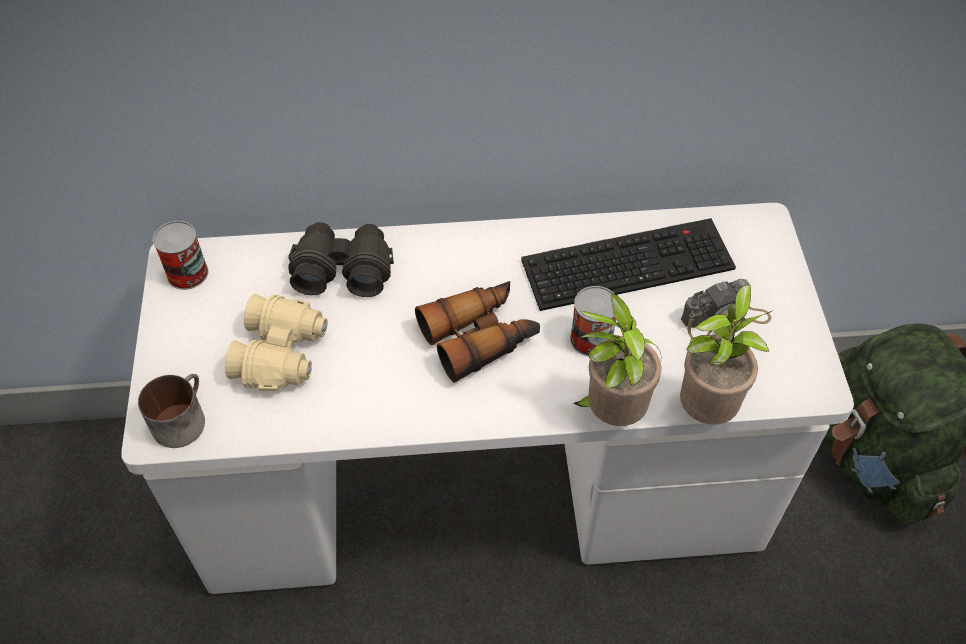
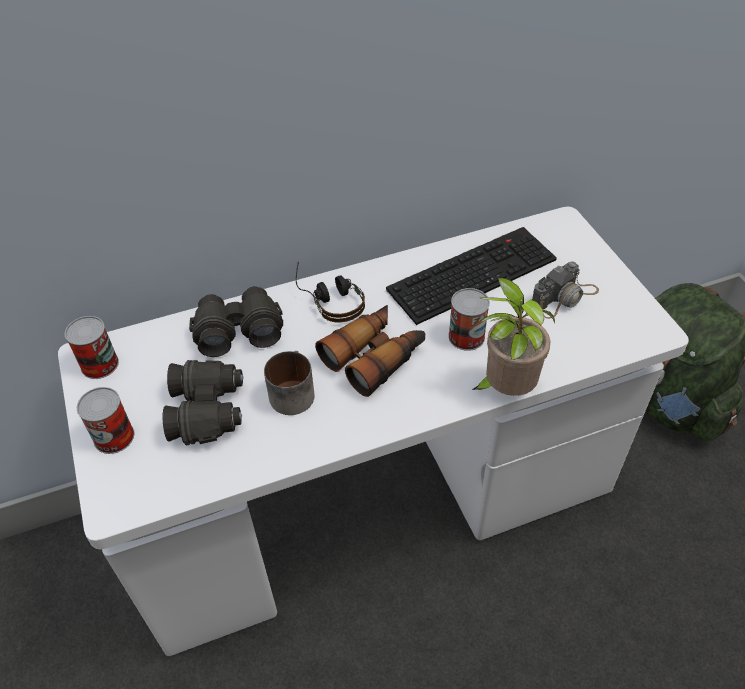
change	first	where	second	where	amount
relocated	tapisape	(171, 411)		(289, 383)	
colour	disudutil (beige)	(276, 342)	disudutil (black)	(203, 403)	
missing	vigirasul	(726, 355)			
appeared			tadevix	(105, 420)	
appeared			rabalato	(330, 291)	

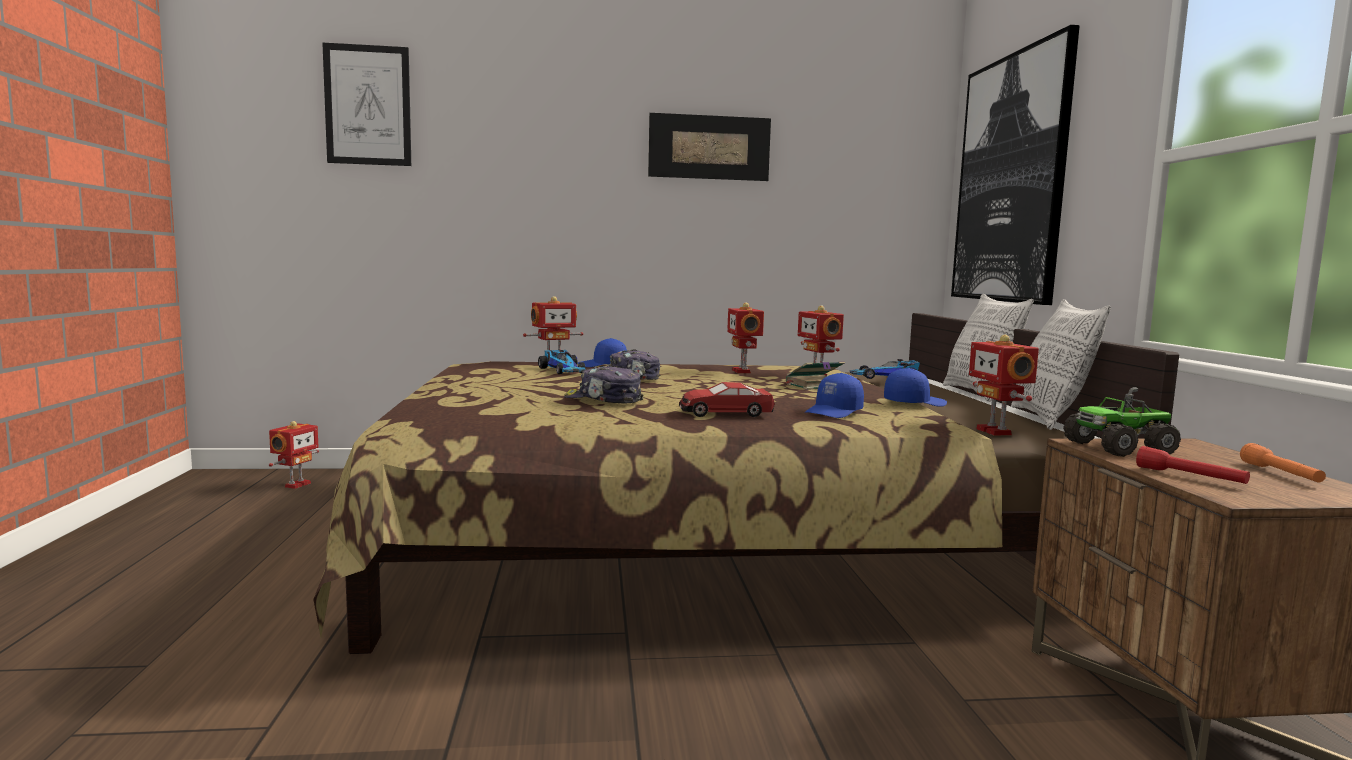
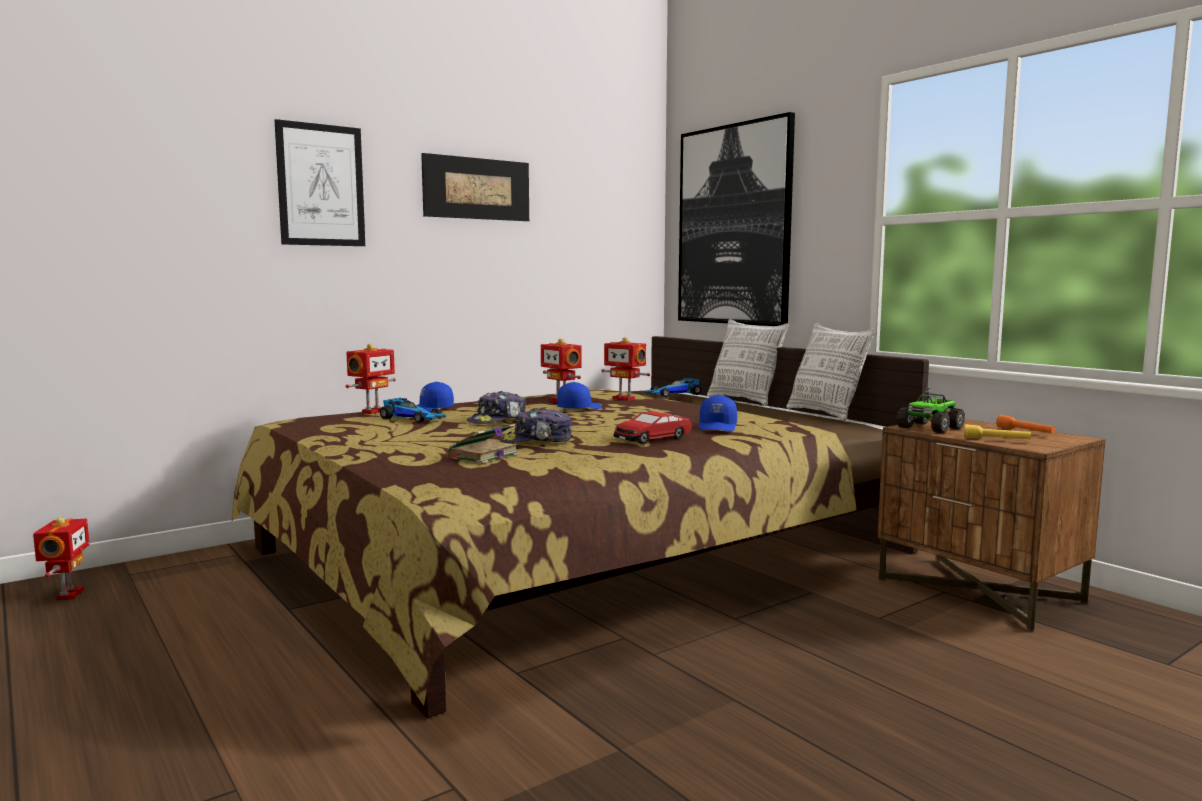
change	first	where	second	where	amount
relocated	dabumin	(366, 104)		(320, 182)	
relocated	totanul	(813, 375)		(483, 443)	
relocated	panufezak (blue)	(915, 387)		(579, 395)	
missing	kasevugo	(1004, 385)			
colour	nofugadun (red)	(1193, 465)	nofugadun (yellow)	(997, 431)	

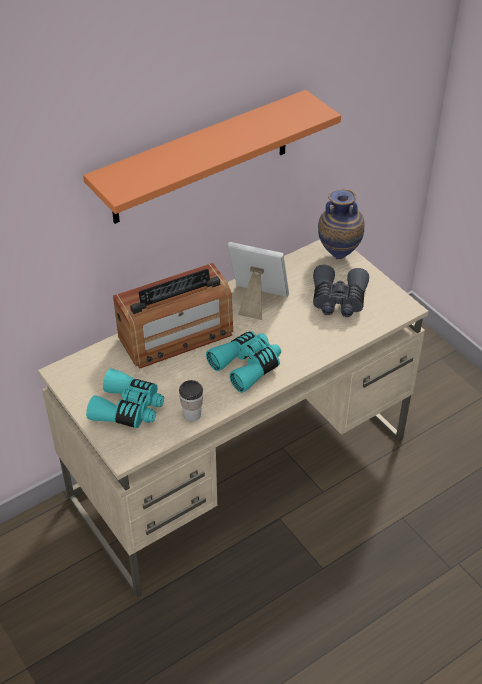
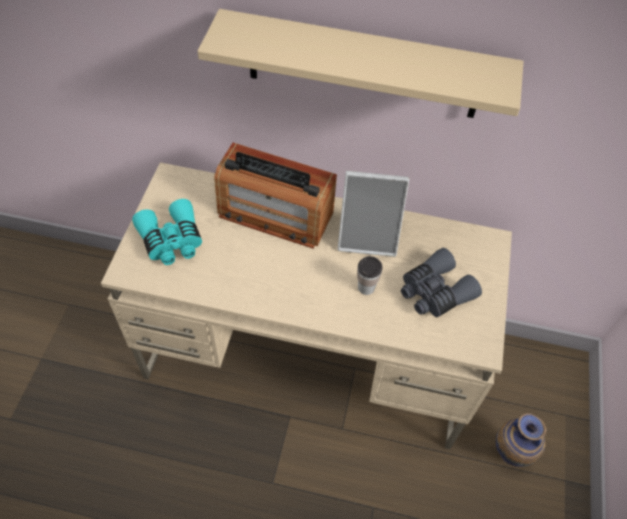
change	first	where	second	where	amount
colour	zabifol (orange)	(212, 157)	zabifol (beige)	(360, 63)	
relocated	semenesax	(191, 400)		(370, 275)	
missing	disudutil (turquoise)	(243, 362)			
spun	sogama	(258, 281)		(373, 214)	120 degrees clockwise
relocated	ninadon	(341, 224)		(521, 440)	

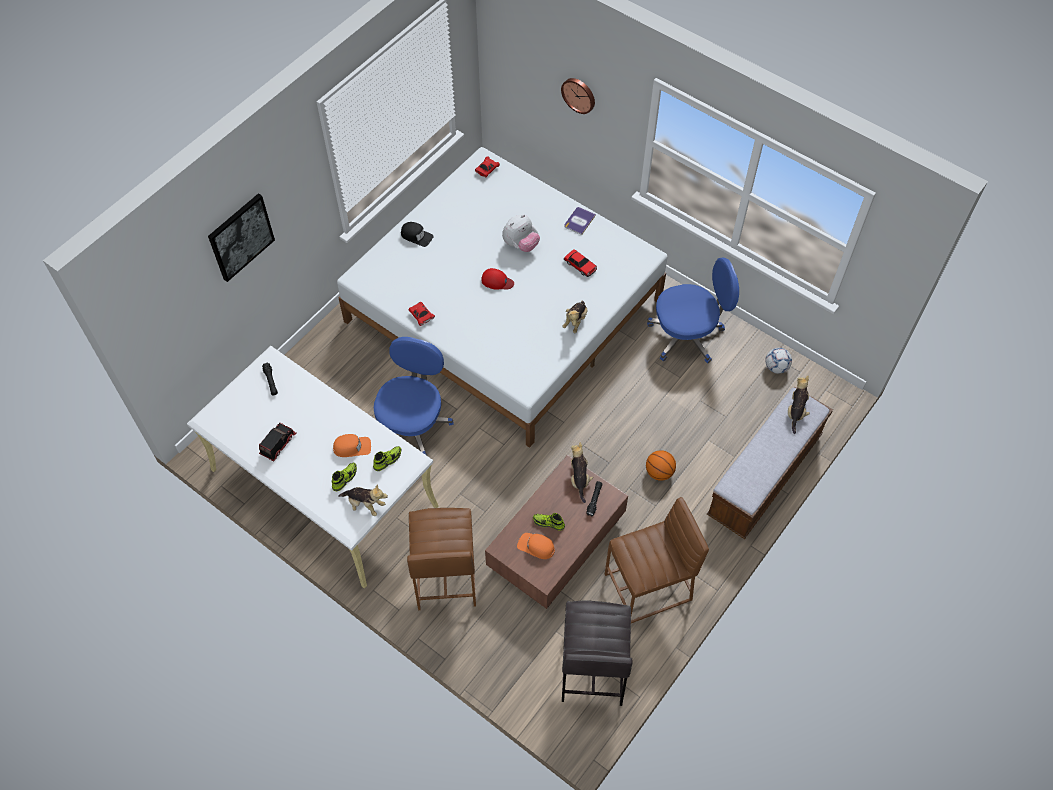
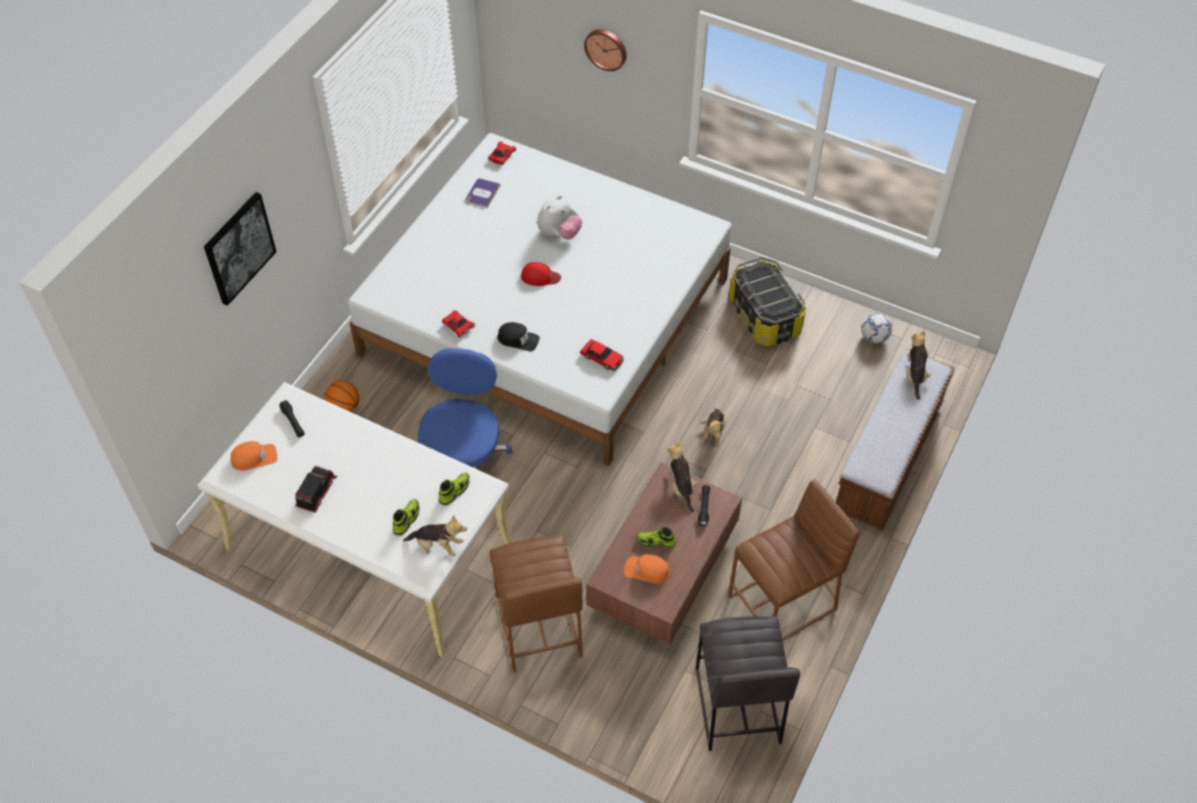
change	first	where	second	where	amount
relocated	panufezak (orange)	(352, 445)		(254, 455)	
relocated	panufezak (black)	(417, 234)		(518, 336)	
relocated	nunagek	(575, 317)		(713, 427)	
relocated	totanul	(580, 221)		(483, 193)	
relocated	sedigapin	(580, 263)		(602, 355)	
relocated	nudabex	(661, 465)		(342, 396)	
exchanged	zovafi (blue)	(693, 310)	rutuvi	(767, 301)	

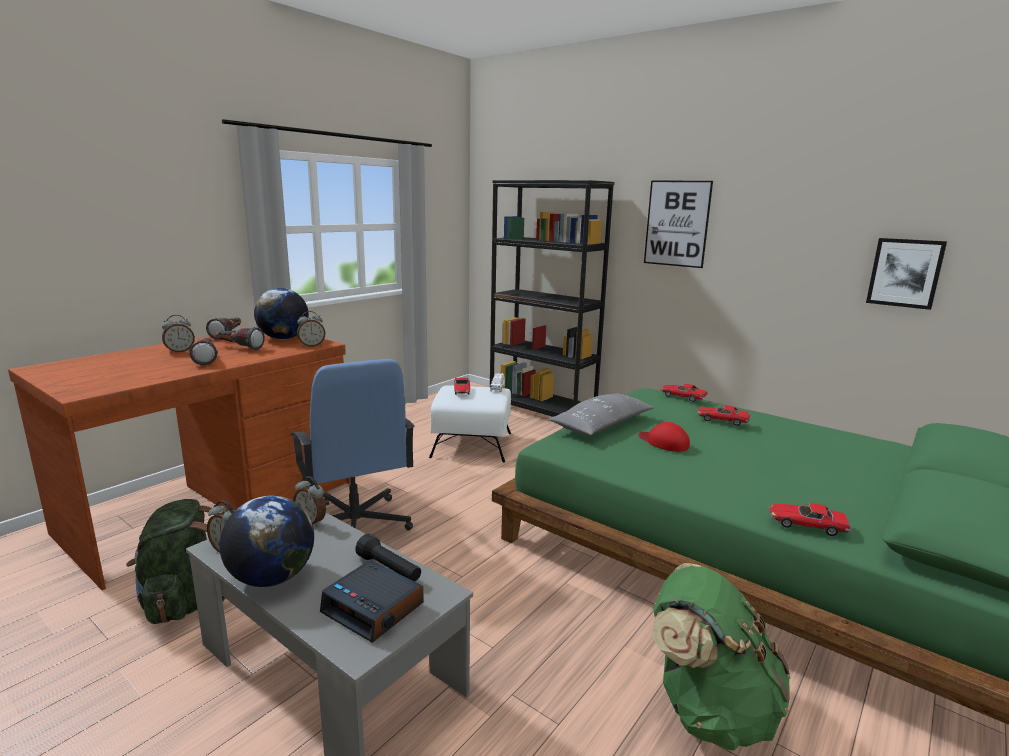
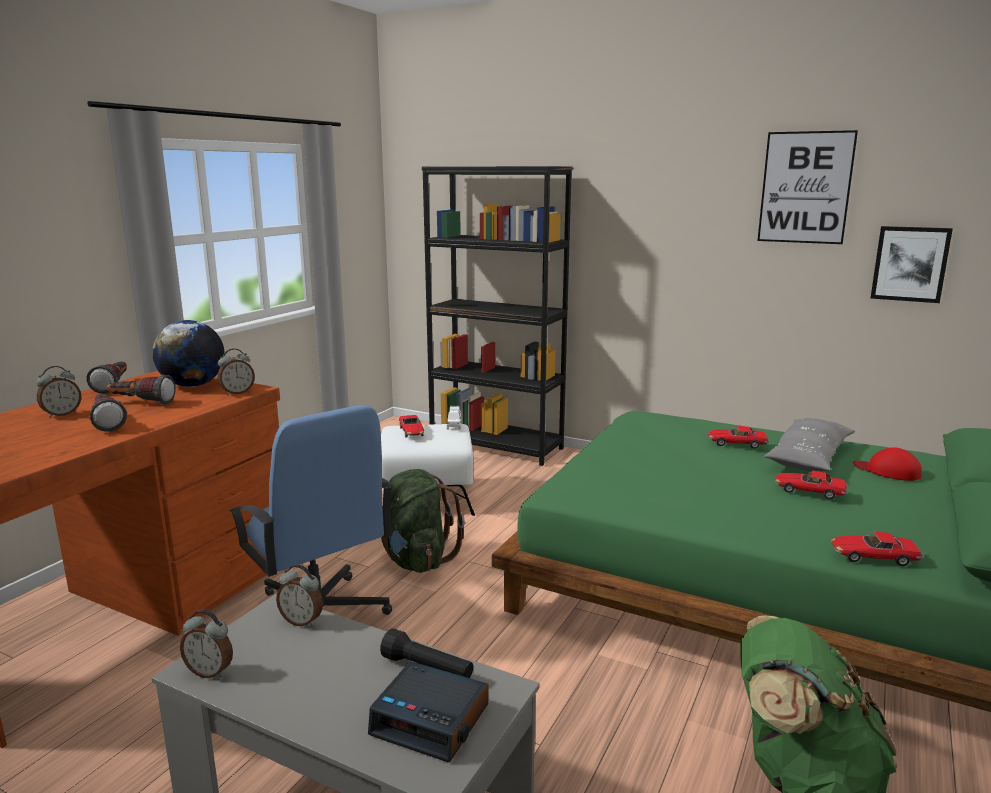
change	first	where	second	where	amount
relocated	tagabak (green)	(175, 561)		(423, 521)	
missing	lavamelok	(266, 541)			
relocated	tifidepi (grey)	(601, 414)		(809, 444)	
relocated	panufezak (red)	(664, 437)		(887, 464)	
relocated	dabumin	(678, 224)		(808, 187)	
relocated	sedigapin	(684, 393)		(811, 485)	

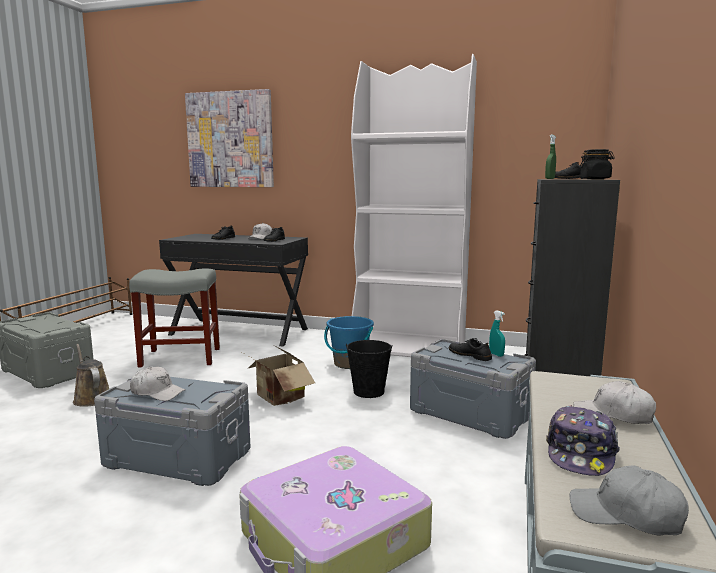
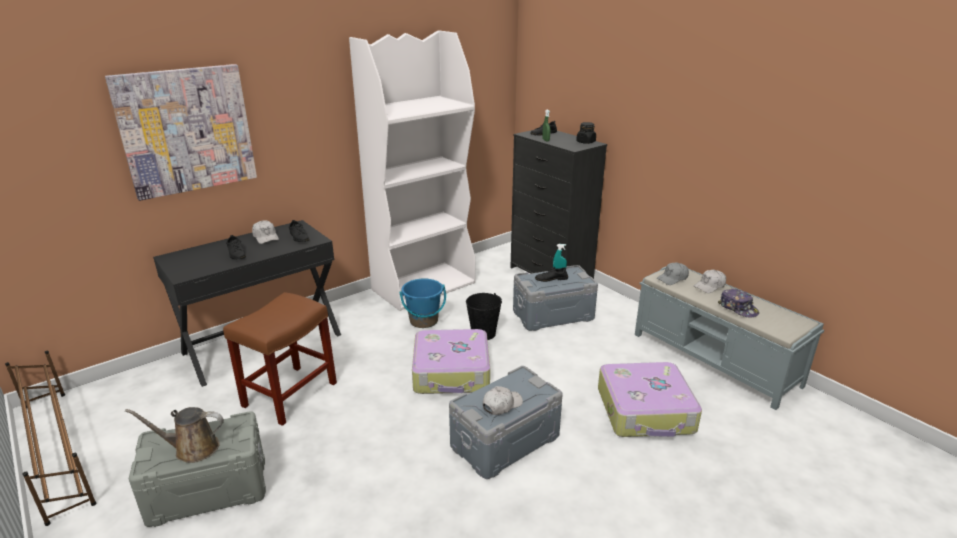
change	first	where	second	where	amount
relocated	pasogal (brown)	(91, 375)		(174, 435)	
colour	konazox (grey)	(174, 317)	konazox (brown)	(280, 359)	
exchanged	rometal	(277, 375)	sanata	(451, 361)	
relocated	panufezak (grey)	(629, 500)		(672, 273)	

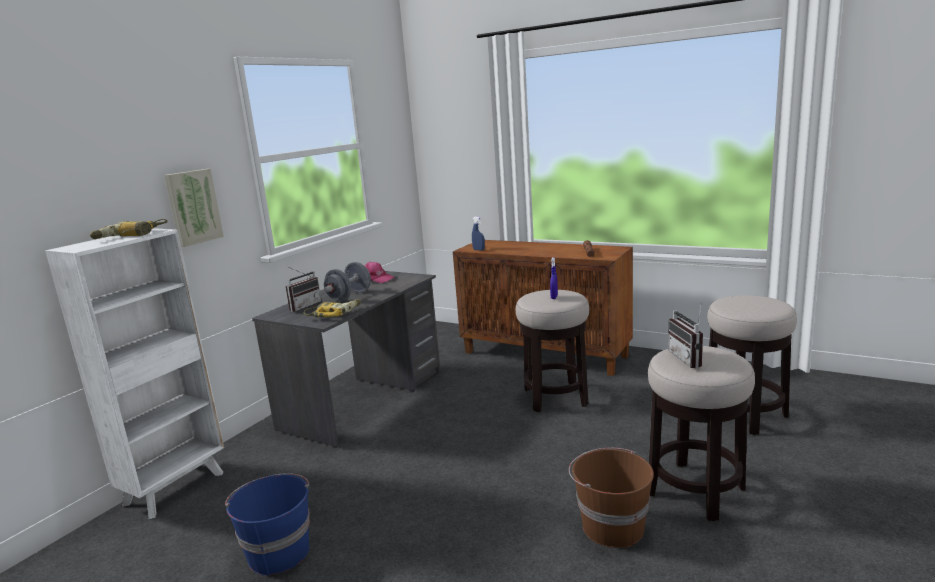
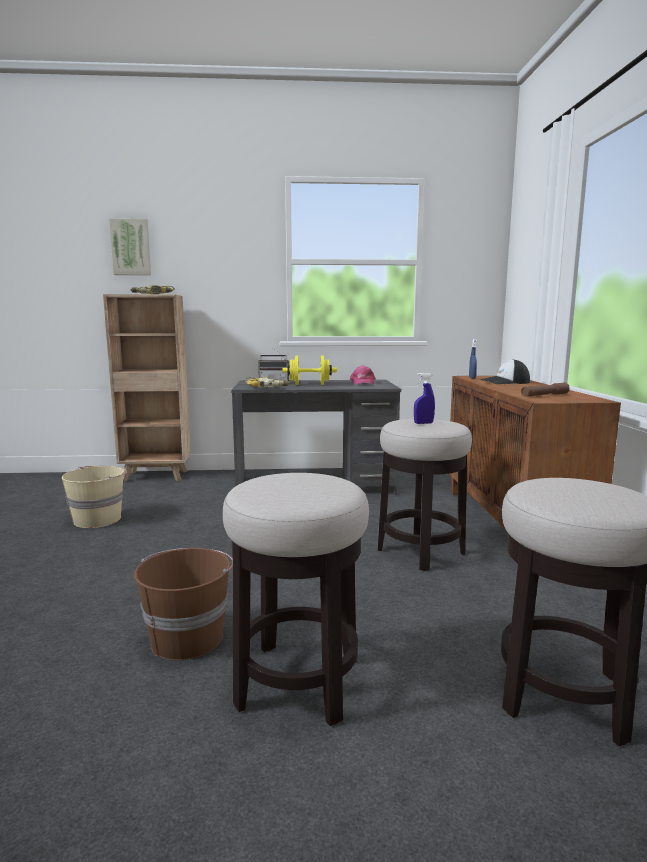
change	first	where	second	where	amount
colour	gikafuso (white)	(134, 373)	gikafuso (brown)	(147, 388)	
relocated	dabumin	(194, 208)		(130, 247)	
colour	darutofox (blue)	(267, 524)	darutofox (beige)	(94, 497)	
colour	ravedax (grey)	(347, 282)	ravedax (yellow)	(309, 370)	
missing	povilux	(685, 336)			
appeared			panufezak	(505, 371)	

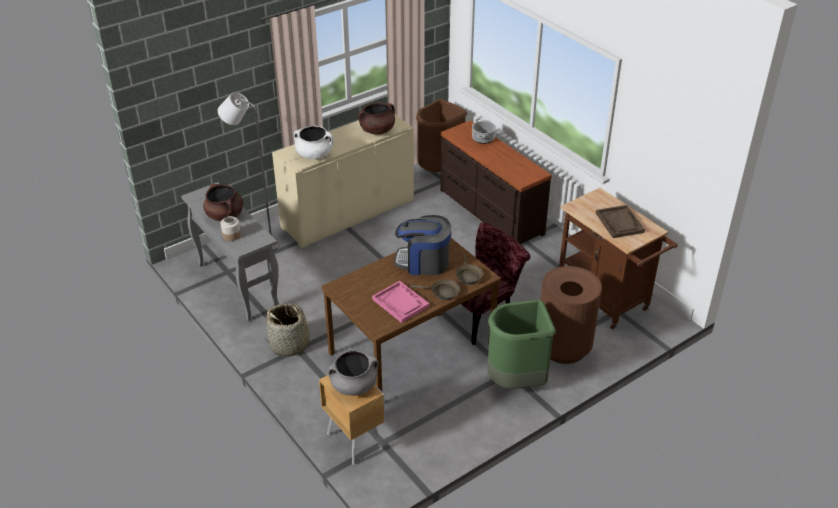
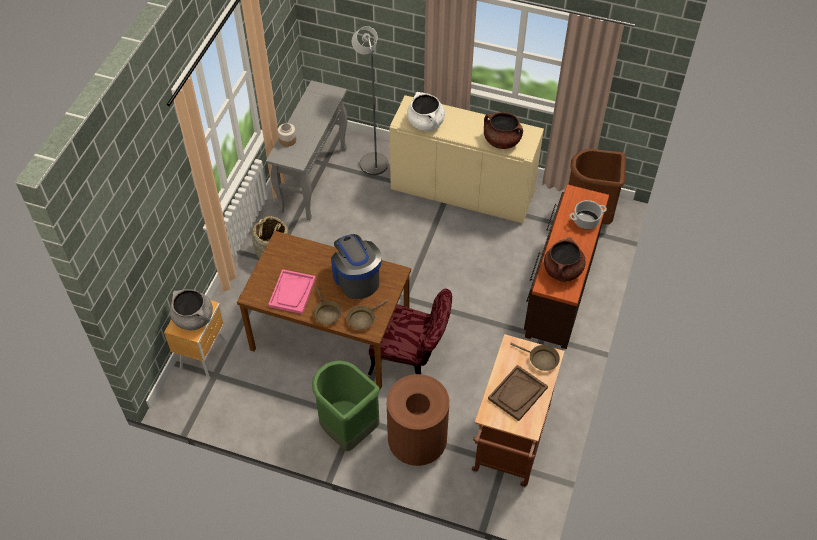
change	first	where	second	where	amount
relocated	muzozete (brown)	(223, 202)		(565, 259)	
appeared			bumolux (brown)	(535, 357)	

